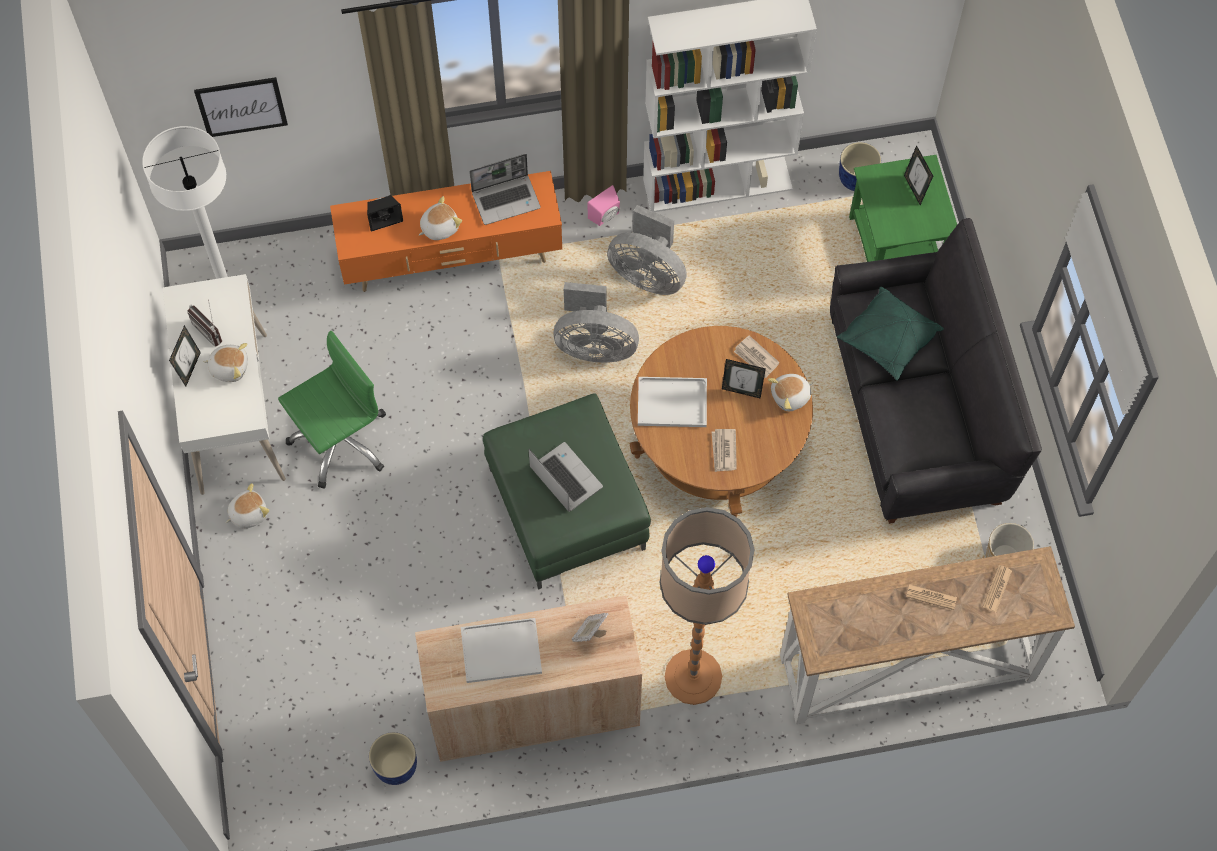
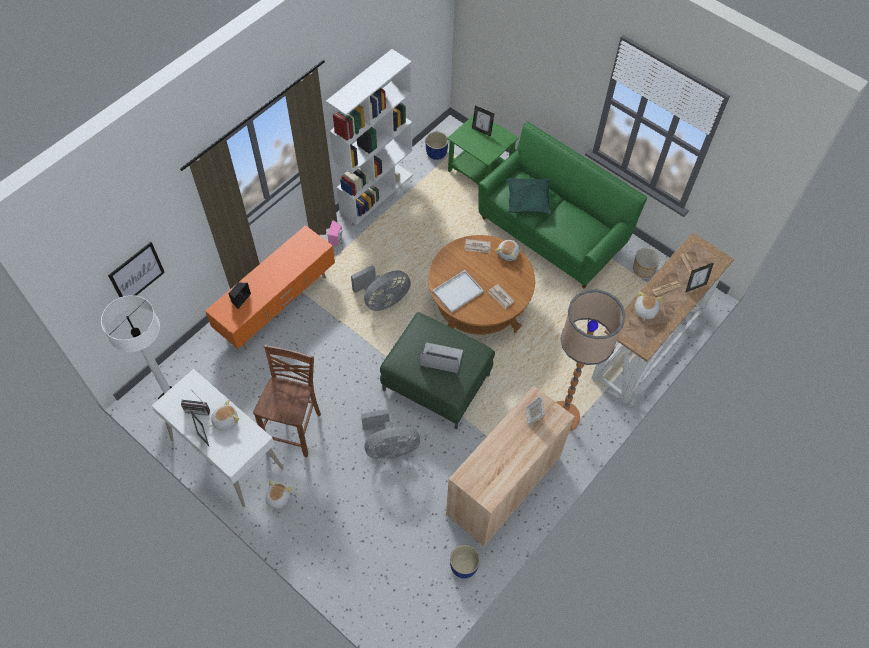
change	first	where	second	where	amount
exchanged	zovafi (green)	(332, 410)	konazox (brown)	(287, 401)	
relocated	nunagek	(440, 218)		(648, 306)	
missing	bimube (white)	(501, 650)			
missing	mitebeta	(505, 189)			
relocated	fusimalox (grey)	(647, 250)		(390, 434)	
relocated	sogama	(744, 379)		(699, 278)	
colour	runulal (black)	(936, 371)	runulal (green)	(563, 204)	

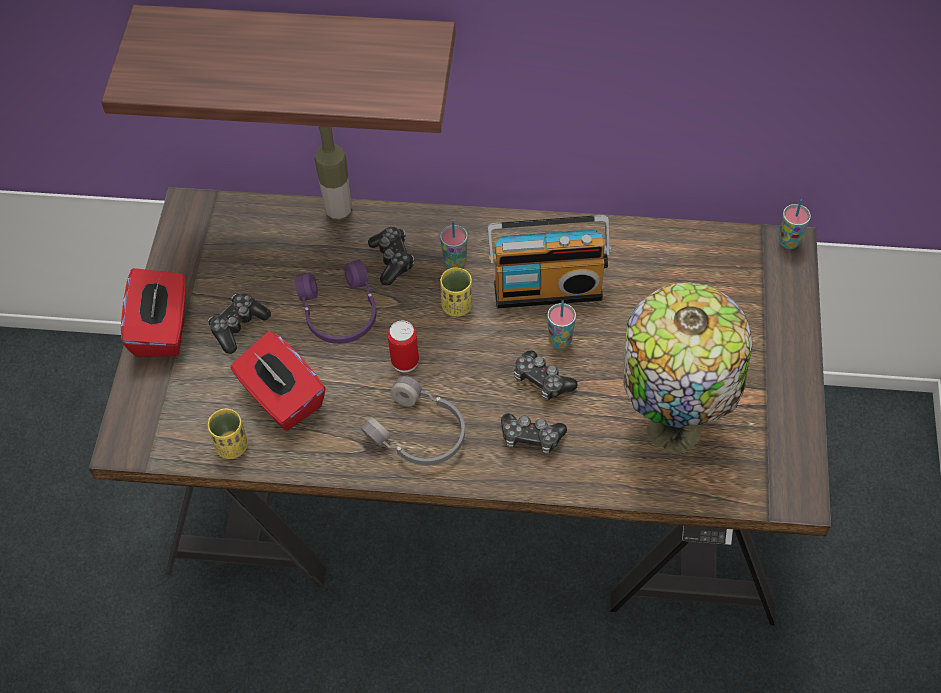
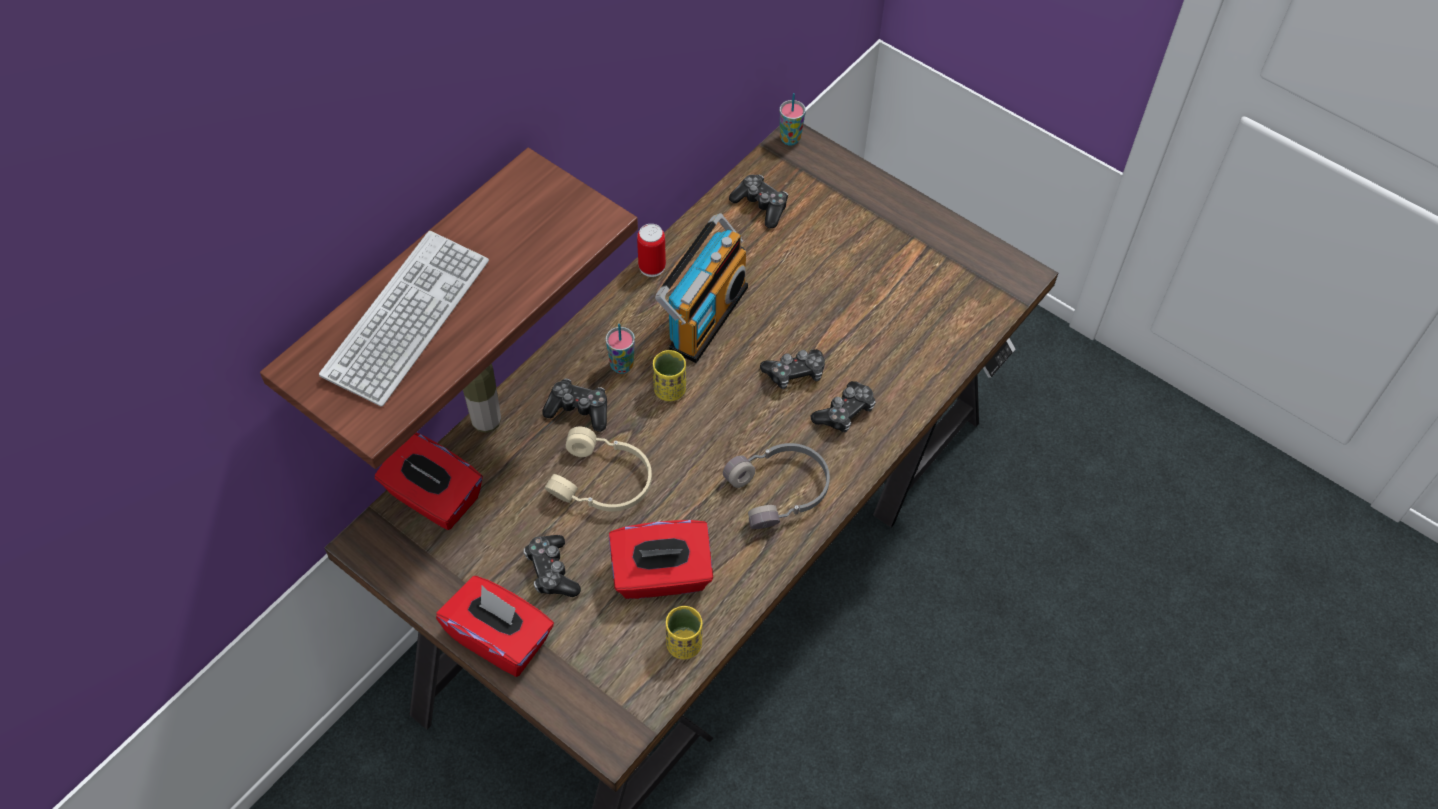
change	first	where	second	where	amount
colour	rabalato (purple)	(335, 302)	rabalato (beige)	(598, 469)	
relocated	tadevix	(403, 346)		(651, 250)	
missing	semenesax	(561, 324)			
missing	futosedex	(687, 368)			
appeared			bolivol	(404, 319)	
appeared			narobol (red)	(429, 481)	
appeared			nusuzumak	(758, 201)	

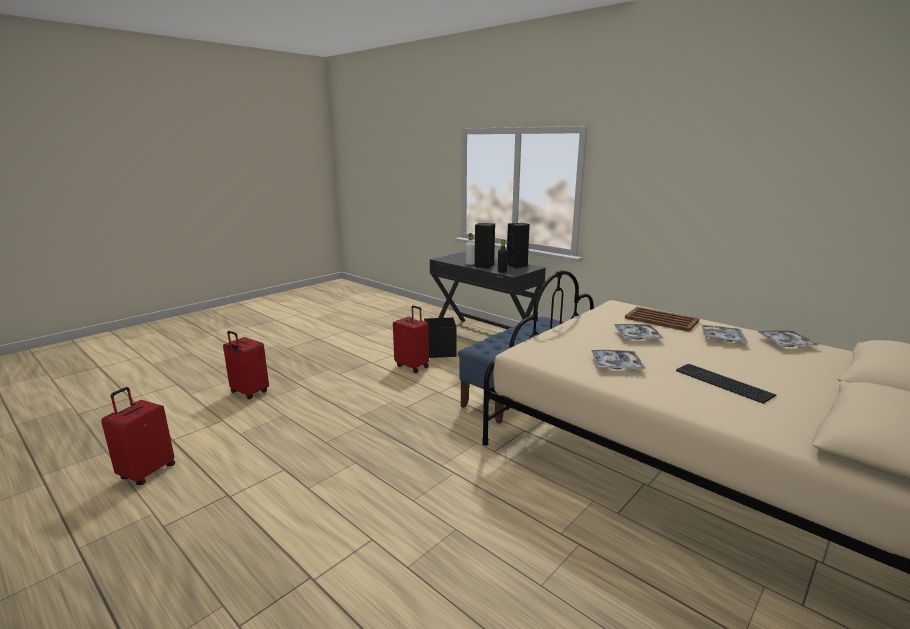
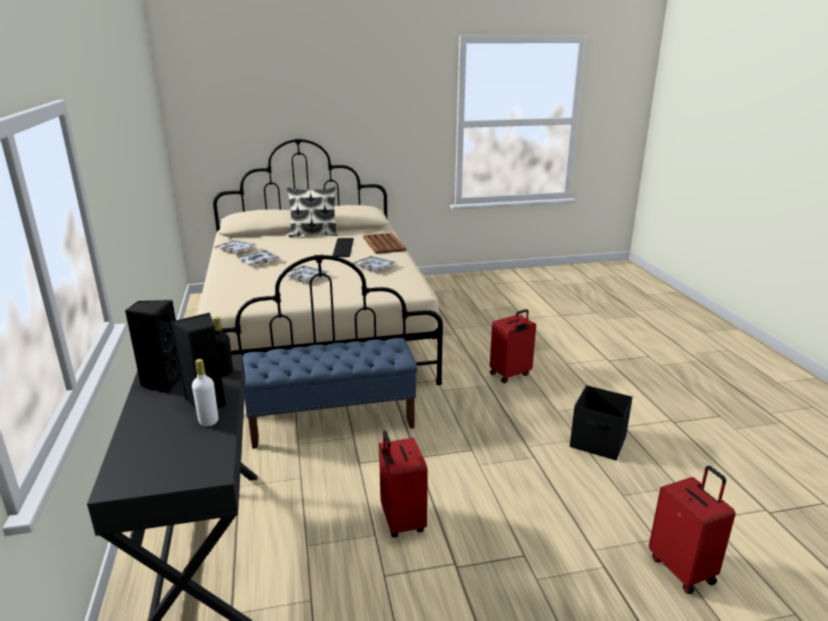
change	first	where	second	where	amount
relocated	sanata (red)	(138, 436)		(513, 346)	
relocated	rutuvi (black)	(440, 337)		(601, 422)	
relocated	bimube (brown)	(662, 319)		(384, 243)	
appeared			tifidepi	(312, 211)	

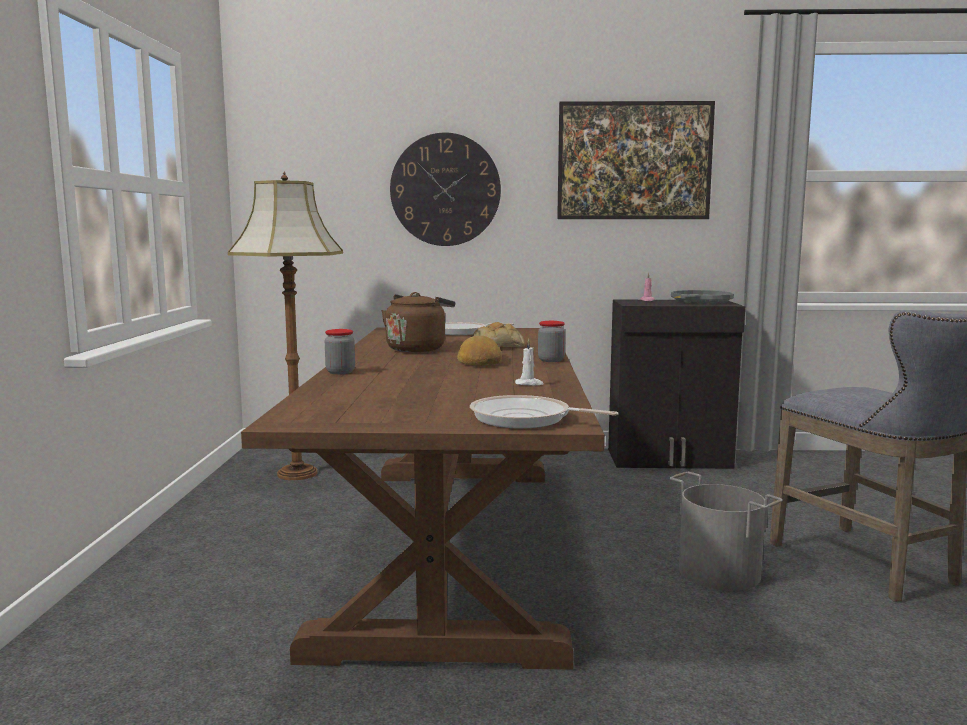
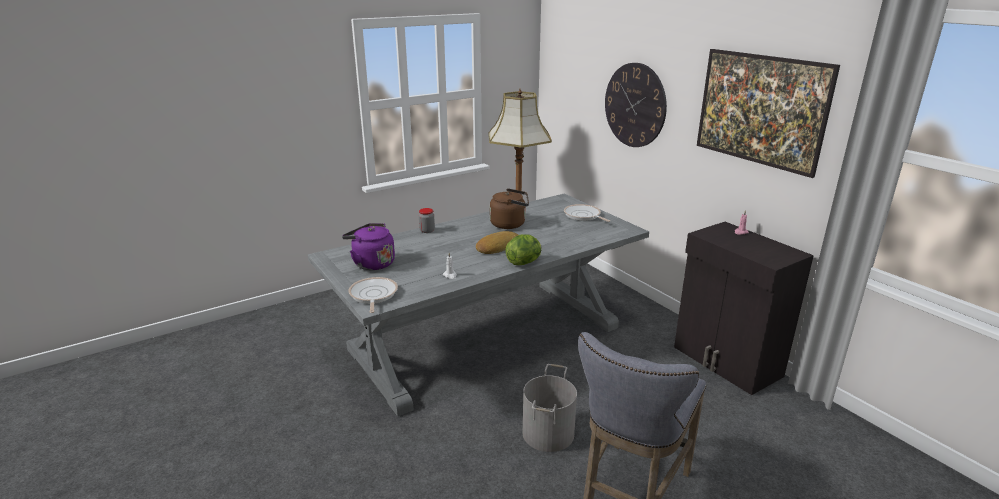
change	first	where	second	where	amount
colour	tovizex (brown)	(423, 499)	tovizex (grey)	(478, 305)	
missing	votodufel	(499, 334)			
exchanged	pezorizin	(551, 341)	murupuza	(523, 249)	
missing	bimube (grey)	(702, 297)			
appeared			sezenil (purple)	(368, 246)	

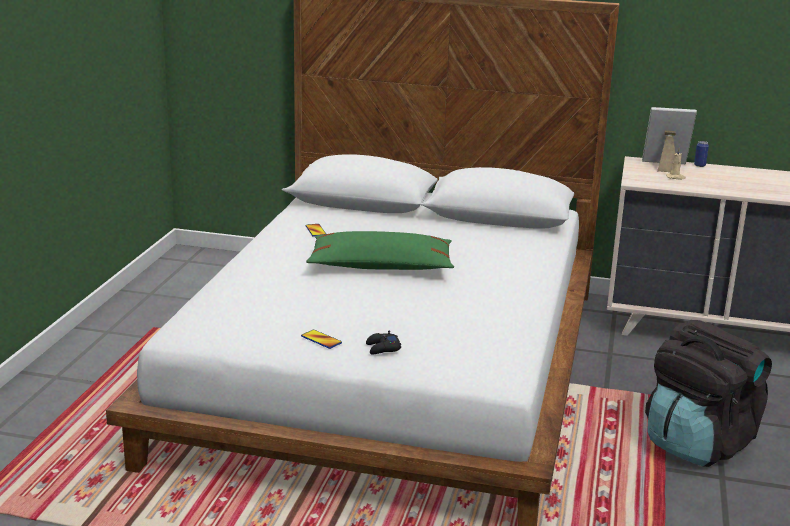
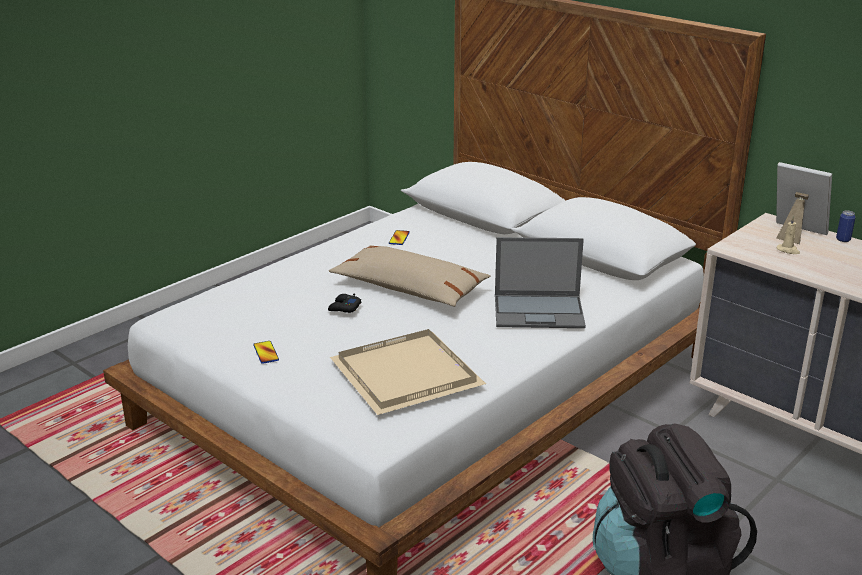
change	first	where	second	where	amount
colour	tifidepi (green)	(380, 250)	tifidepi (beige)	(409, 276)	
relocated	nusuzumak (black)	(383, 342)		(345, 303)	
appeared			bimube (beige)	(408, 372)	
appeared			mitebeta	(540, 282)	

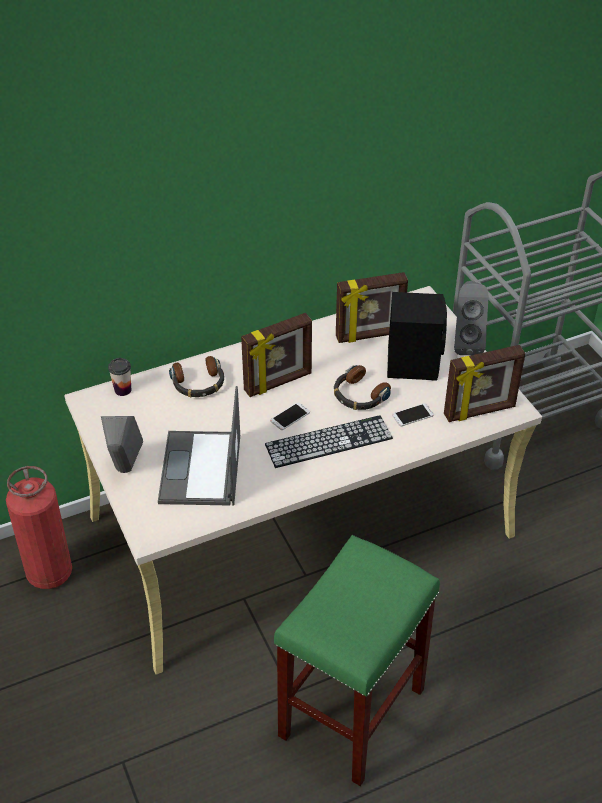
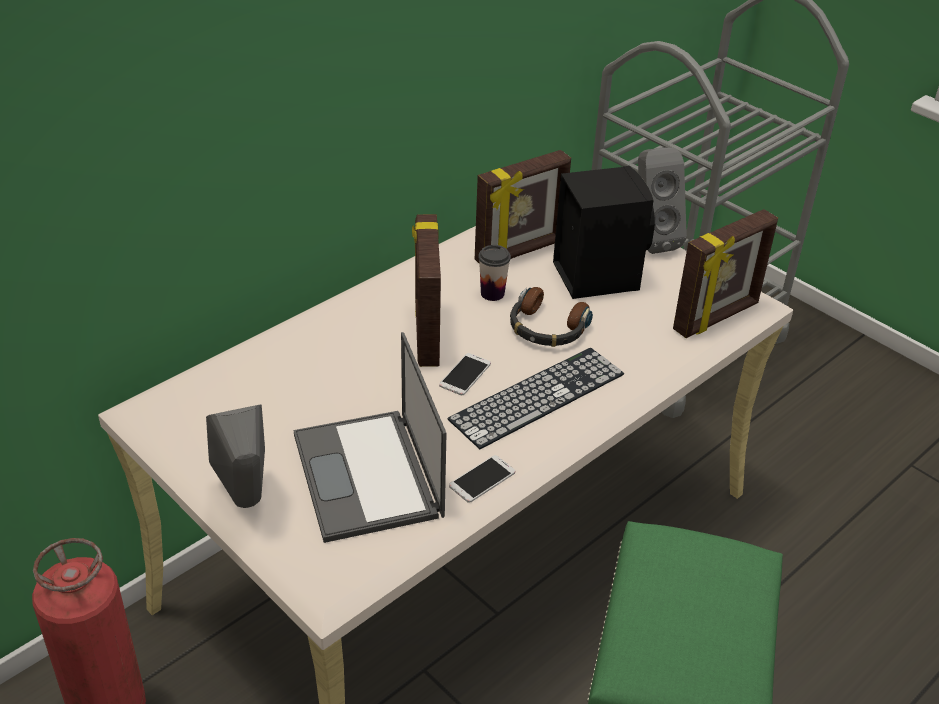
change	first	where	second	where	amount
relocated	semenesax	(119, 377)		(494, 273)	
missing	rabalato	(196, 376)			
spun	sogama	(276, 355)		(426, 290)	135 degrees clockwise
relocated	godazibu	(413, 415)		(482, 479)	

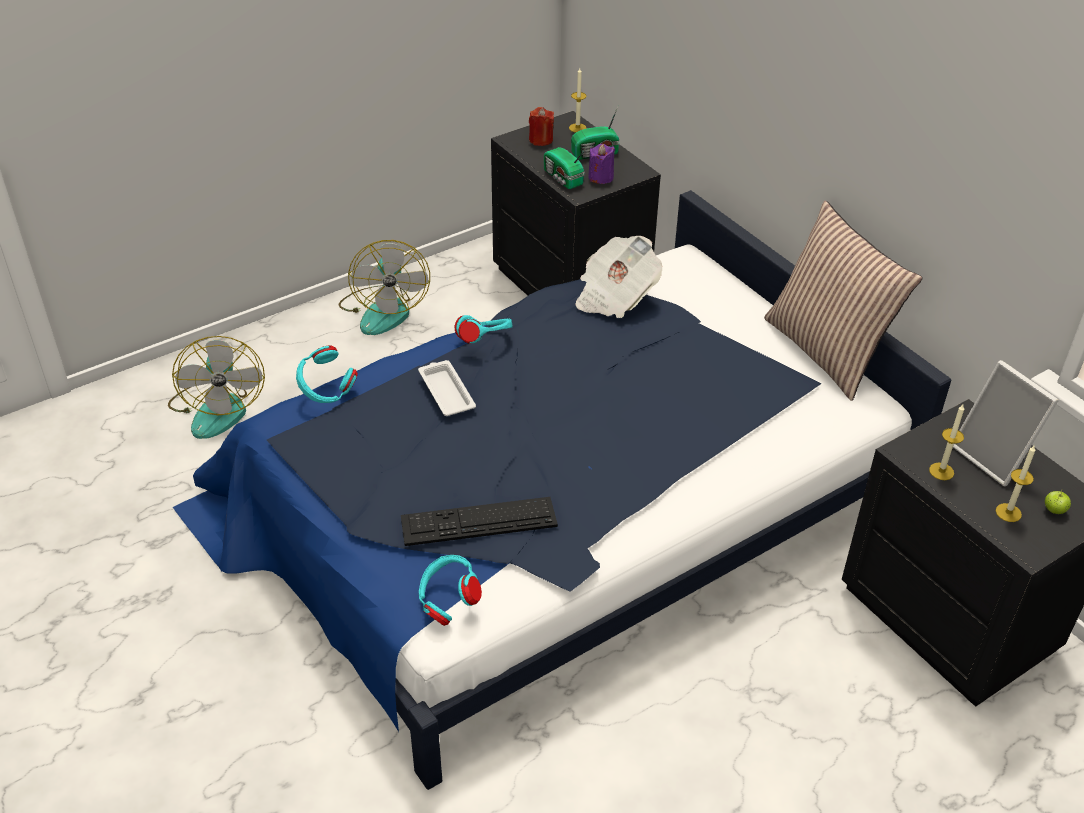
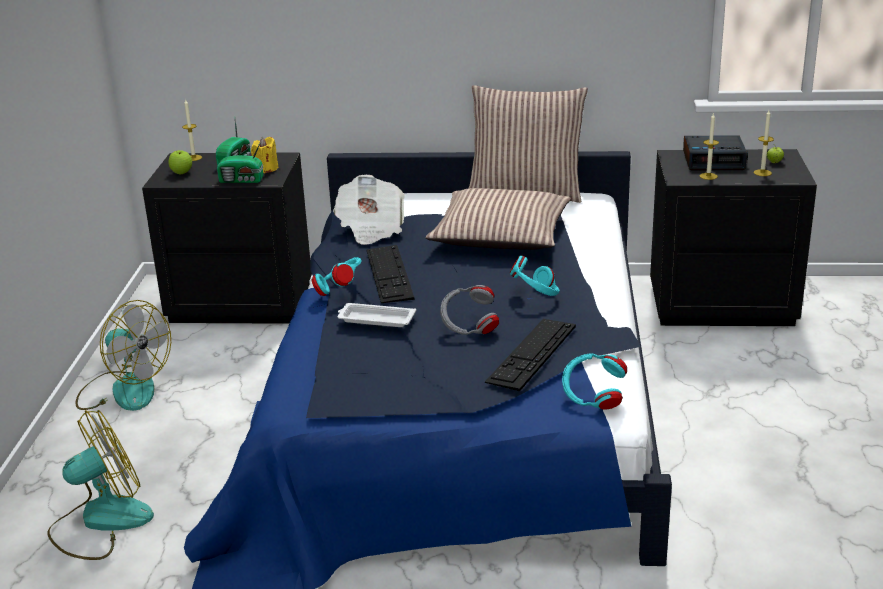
change	first	where	second	where	amount
spun	fusimalox	(216, 387)		(100, 485)	60 degrees counterclockwise
relocated	rabalato (turquoise)	(327, 374)		(535, 276)	
exchanged	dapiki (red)	(541, 126)	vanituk	(180, 162)	
colour	dapiki (purple)	(601, 164)	dapiki (yellow)	(265, 155)	
exchanged	sogama	(1006, 423)	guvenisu	(715, 152)	
appeared			bolivol	(390, 274)	
appeared			tifidepi	(498, 219)	
appeared			rabalato (grey)	(469, 310)	

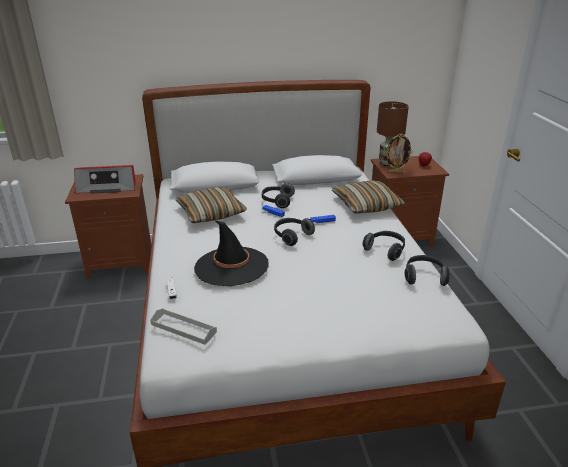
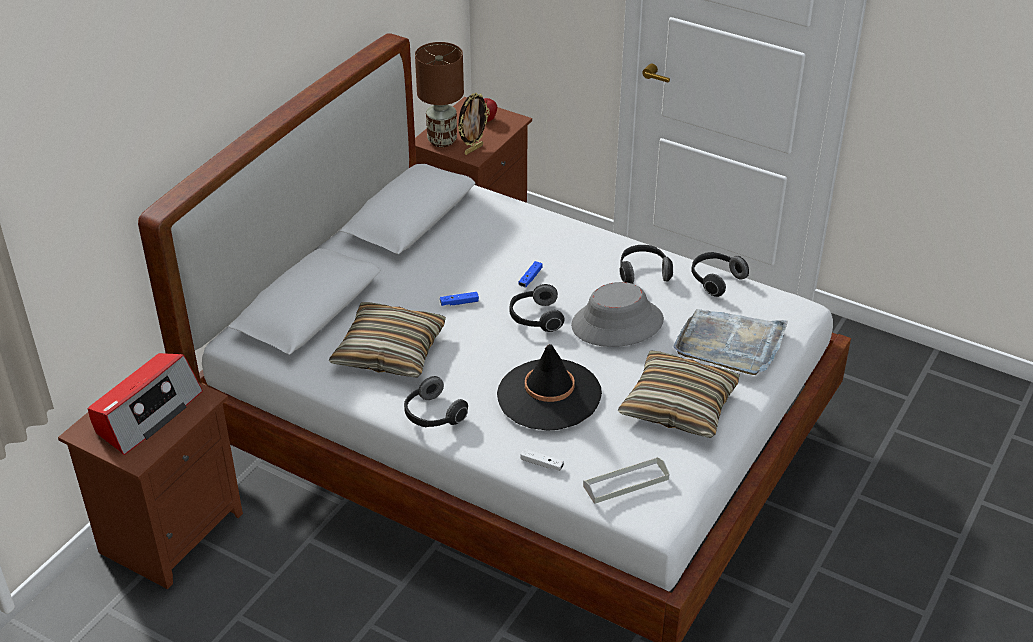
change	first	where	second	where	amount
relocated	rabalato	(278, 195)		(436, 401)	
relocated	tifidepi	(368, 197)		(679, 394)	
appeared			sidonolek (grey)	(617, 314)	
appeared			bimube (grey)	(730, 342)	

